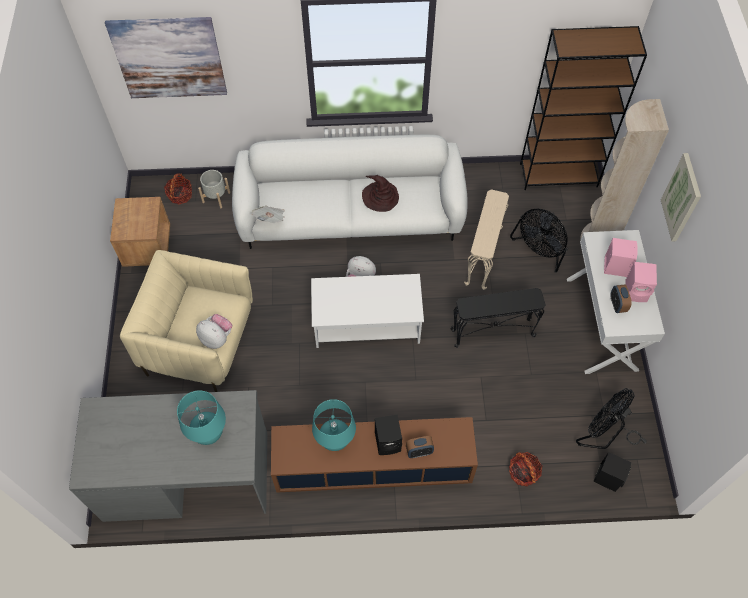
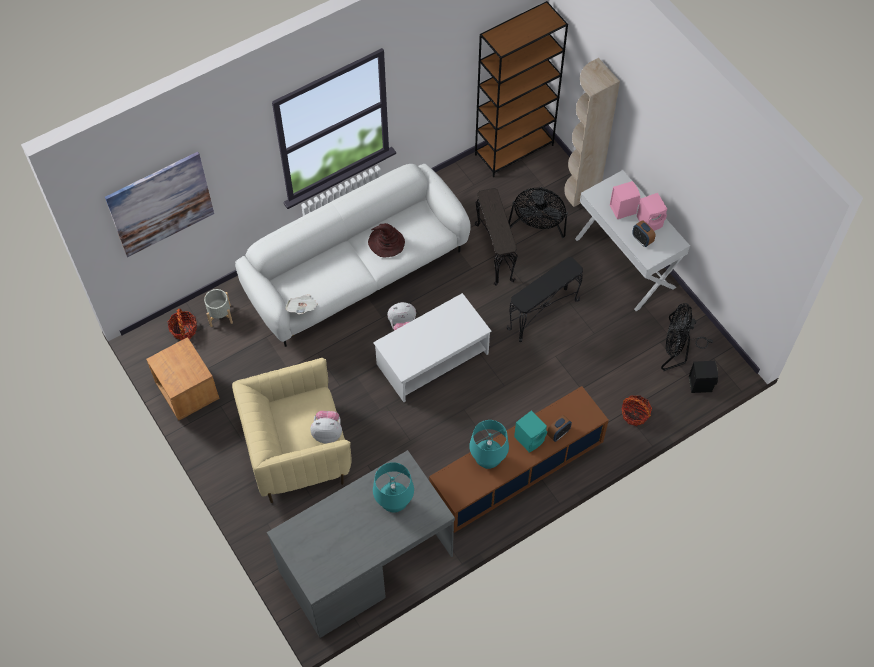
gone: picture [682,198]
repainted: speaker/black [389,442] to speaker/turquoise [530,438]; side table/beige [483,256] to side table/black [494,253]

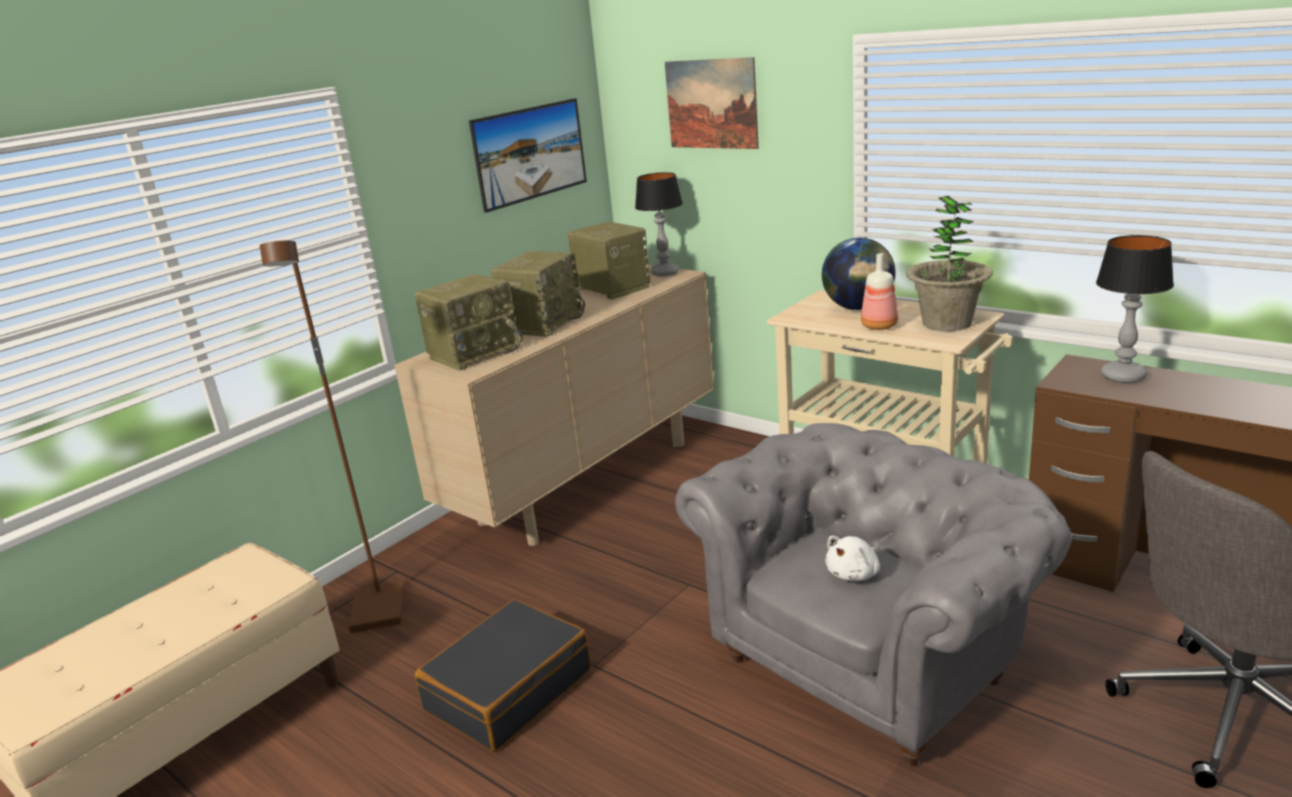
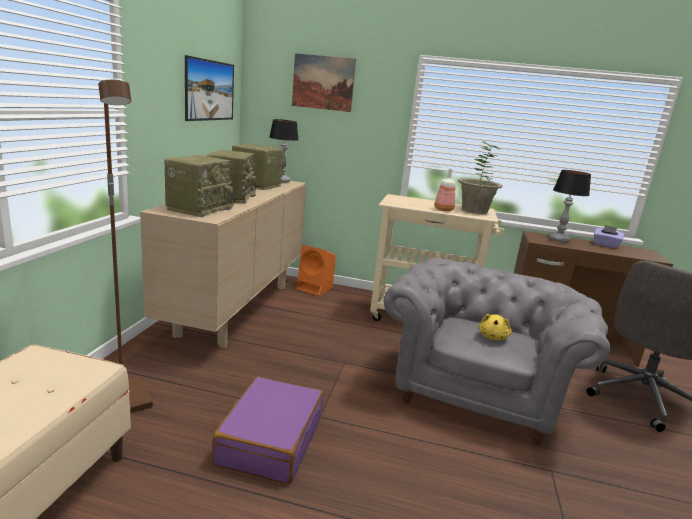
gone: globe [858,308]
new: speaker/orange [315,288]; tissue box/purple [605,245]
repainted: suitcase/black [508,689] to suitcase/purple [270,440]; plush toy/white [854,574] to plush toy/yellow [493,337]

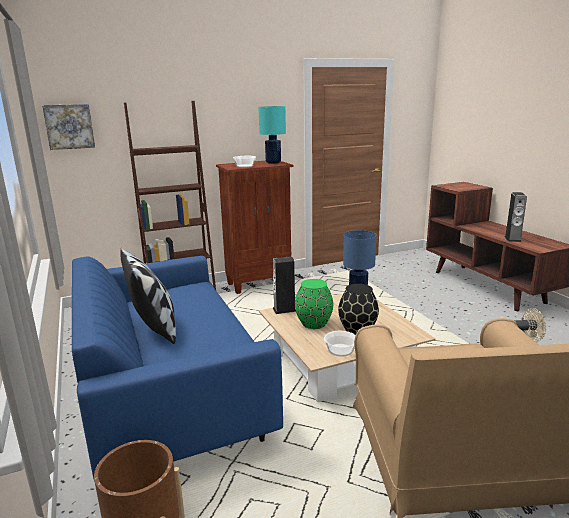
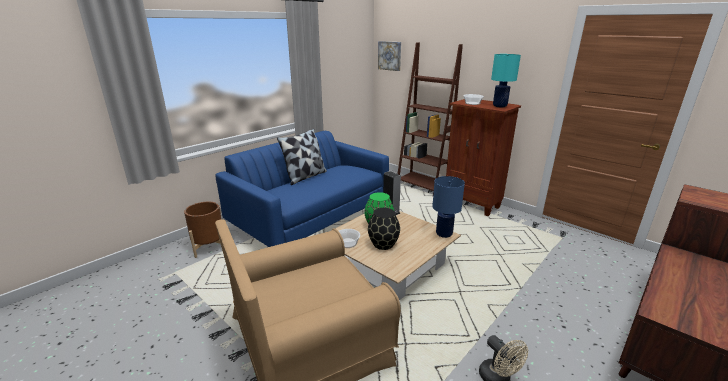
gone: speaker [512,239]

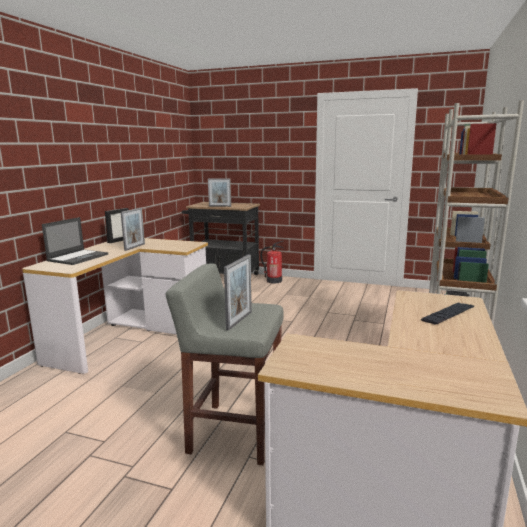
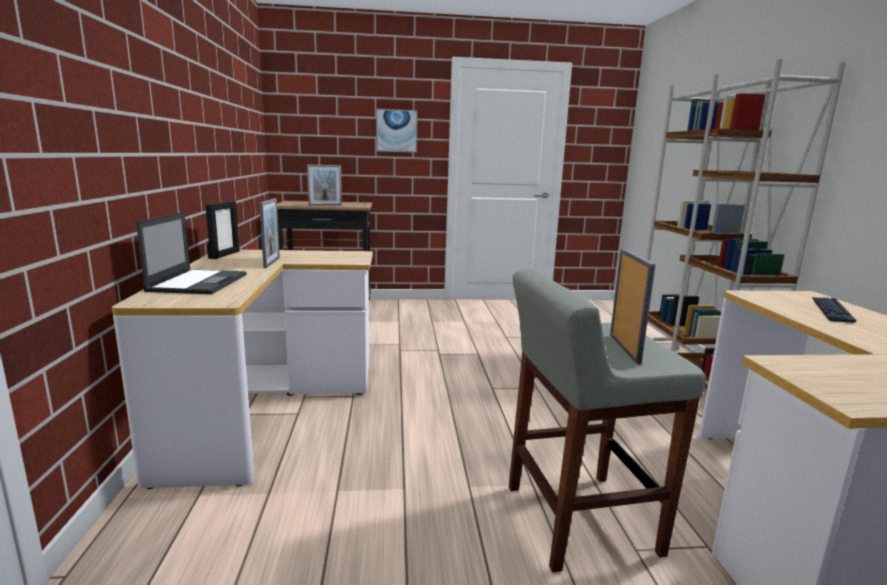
gone: fire extinguisher [274,281]
new: picture [396,131]

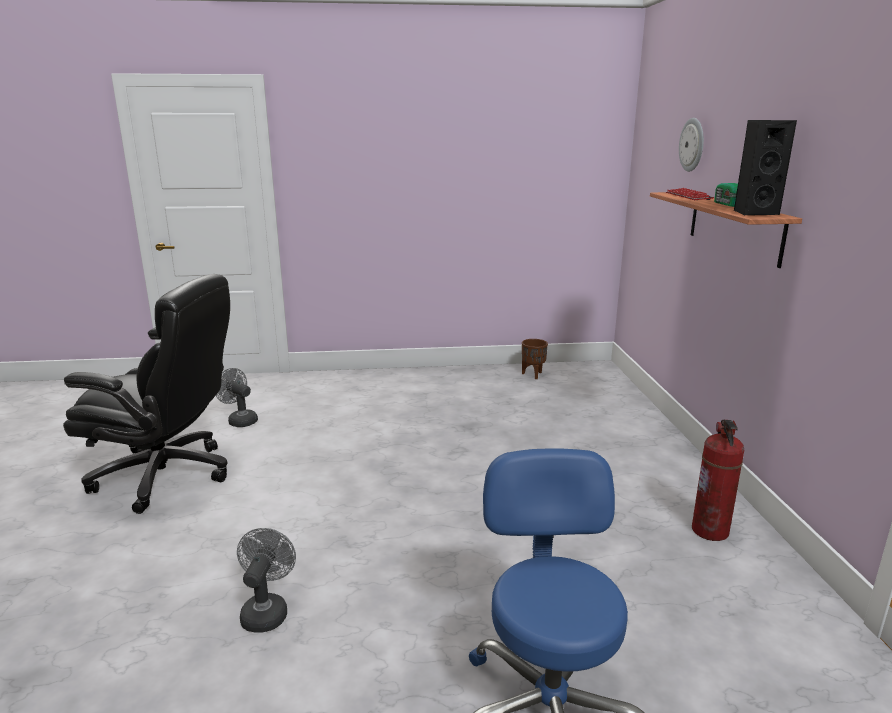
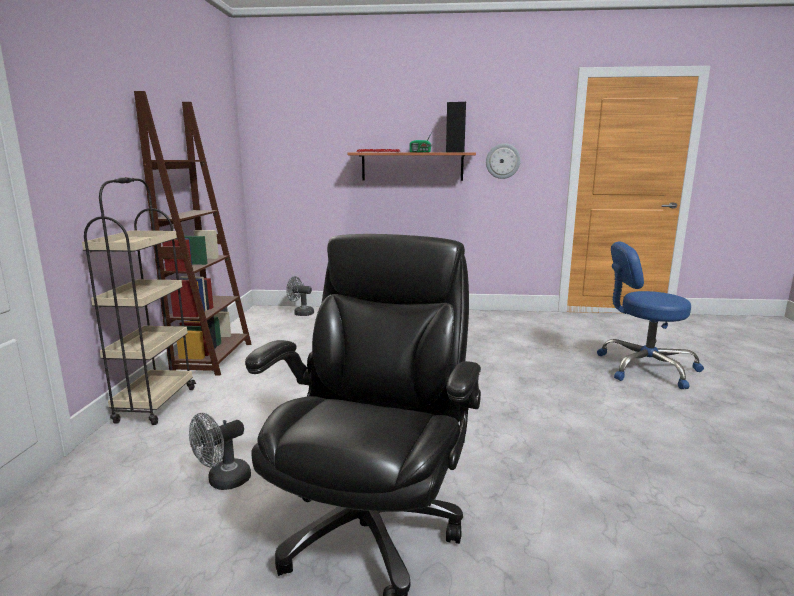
gone: planter/brown [533,375]; fire extinguisher [710,531]
new: cart/beige [155,406]; bookcase/brown [213,358]
shifted: fan/grey [266,611] to [300,313]; wall clock [692,145] to [502,161]

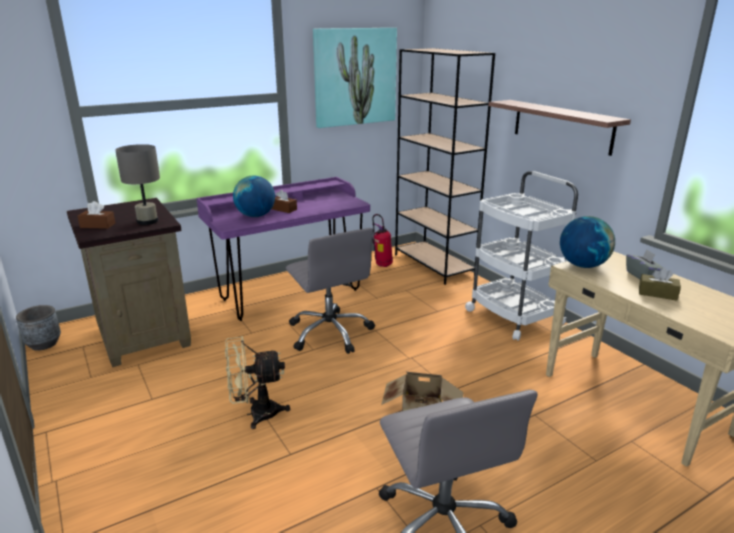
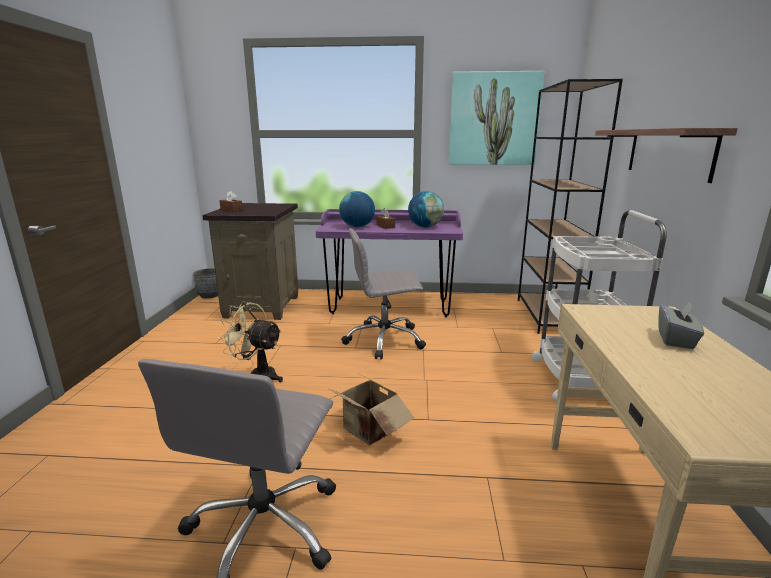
gone: table lamp/grey [147,221]; fire extinguisher [382,265]; tissue box/brown [657,293]
shifted: globe [582,265] to [425,227]
rotated: office chair/grey [330,333] = [384,340] 75 degrees clockwise

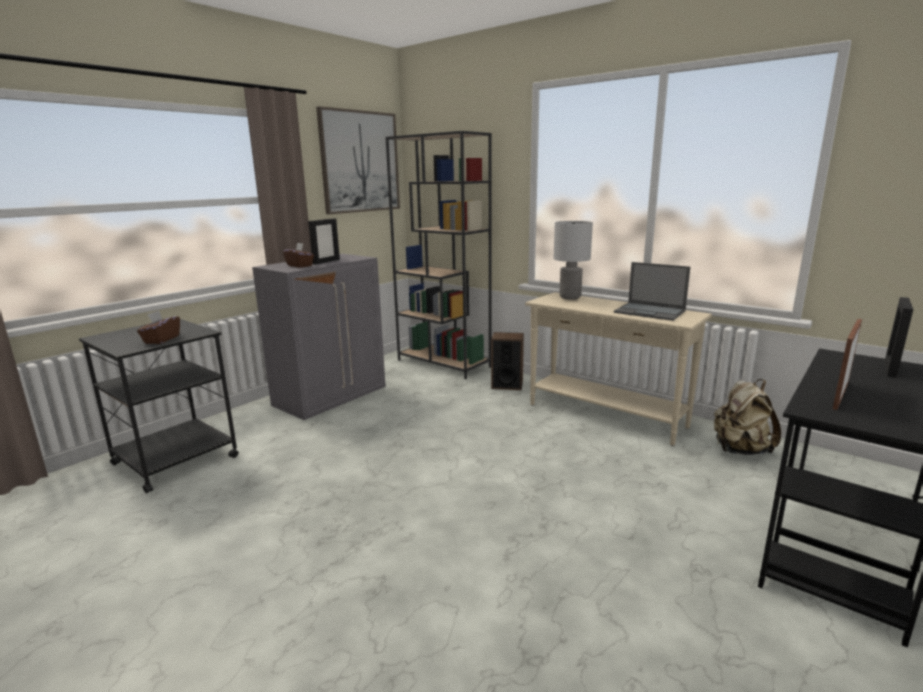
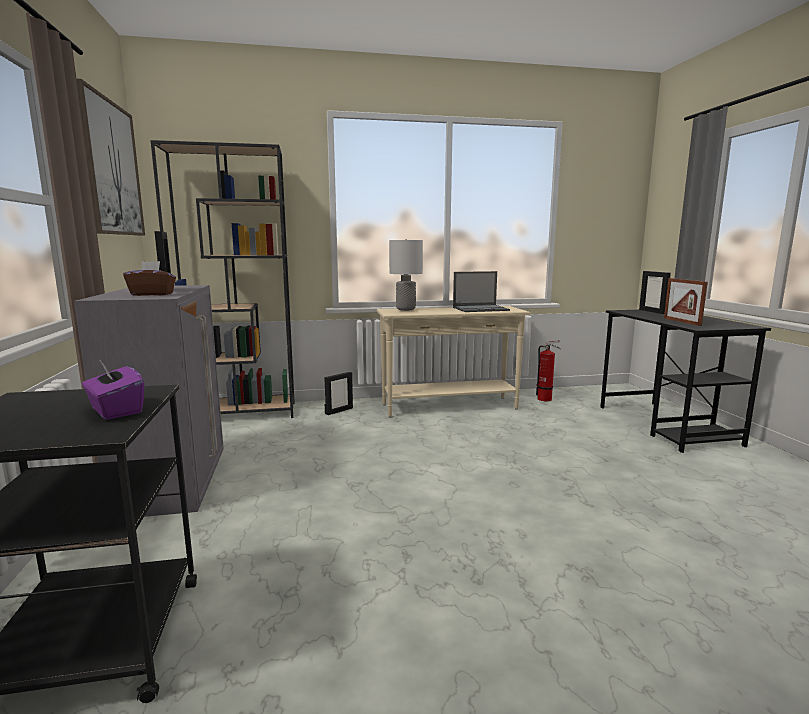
swapped: speaker [507,385] to picture frame [339,411]; backpack/beige [740,450] to fire extinguisher [546,399]
repainted: tissue box/brown [161,339] to tissue box/purple [115,410]

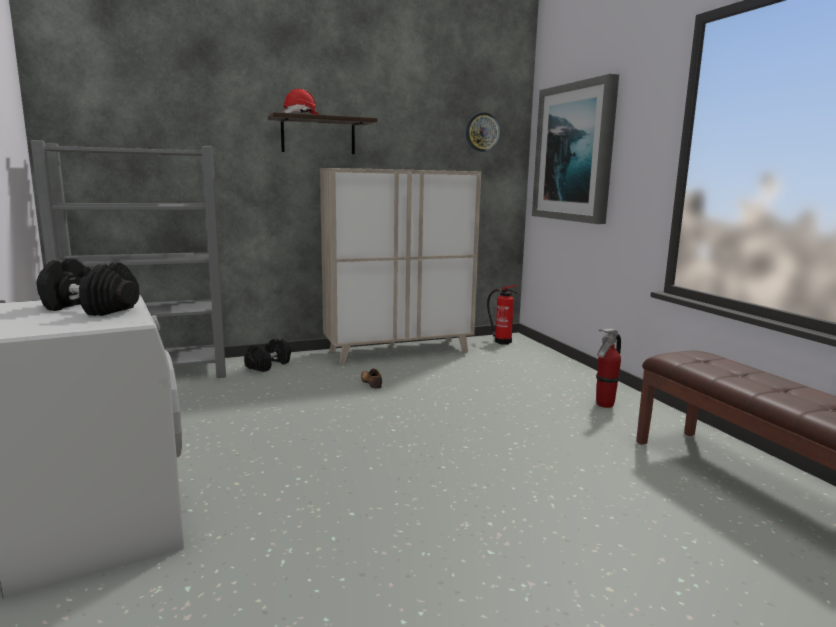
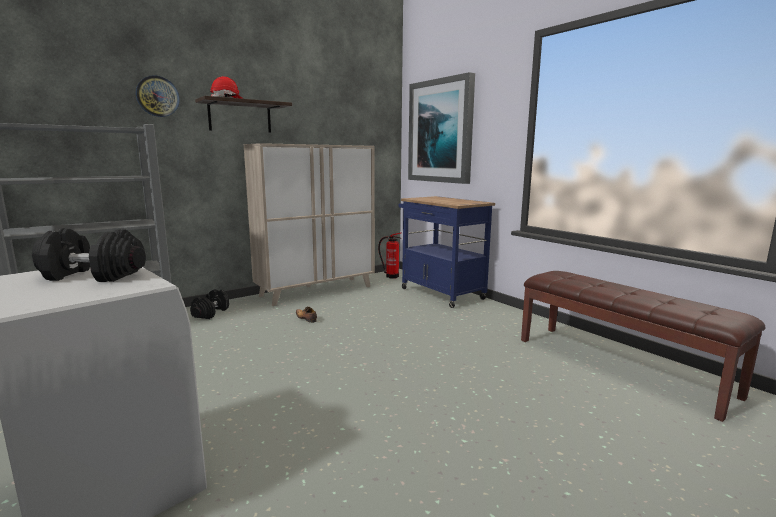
gone: fire extinguisher [604,405]
new: cart/blue [440,293]
shifted: wall clock [482,132] to [157,96]

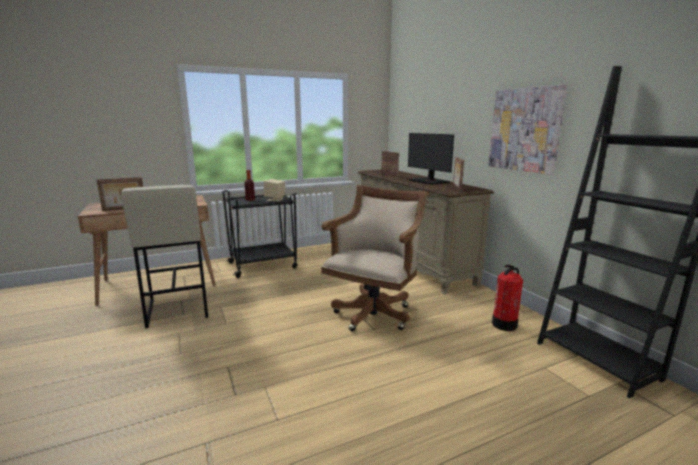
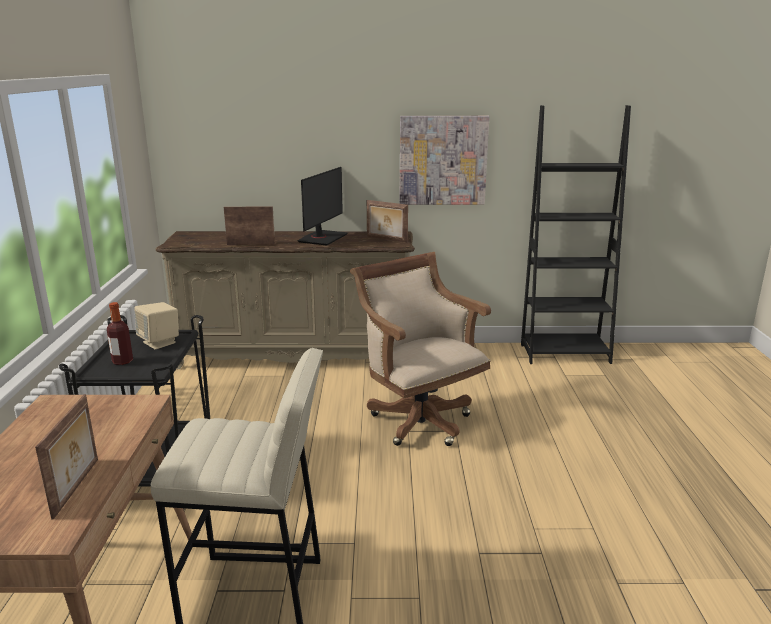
gone: fire extinguisher [504,325]
rotated: monitor [428,181] = [322,238] 60 degrees counterclockwise

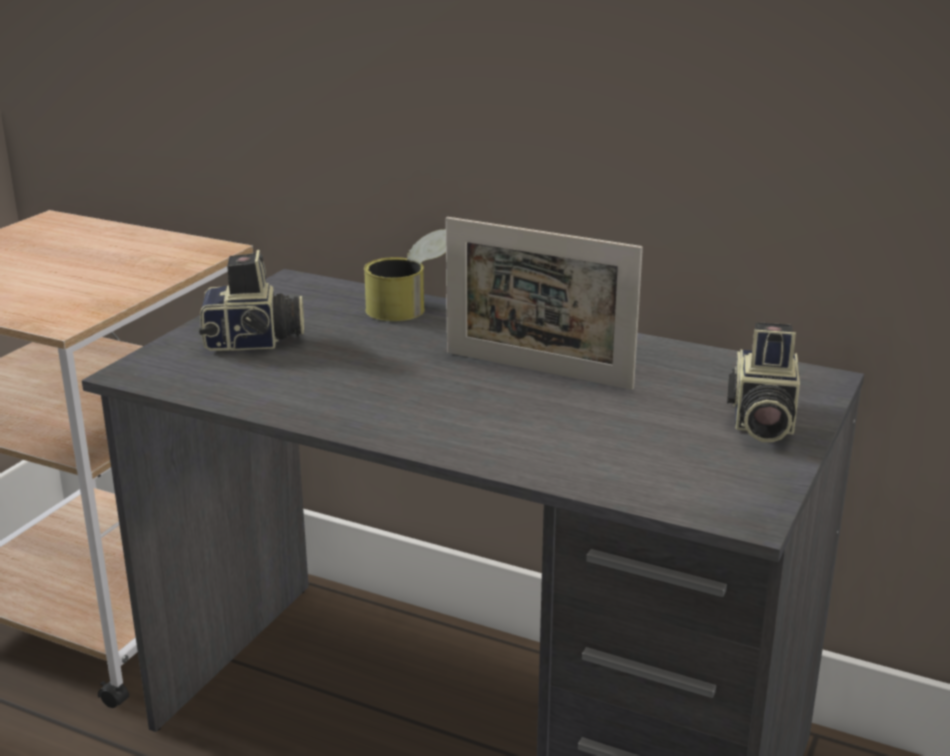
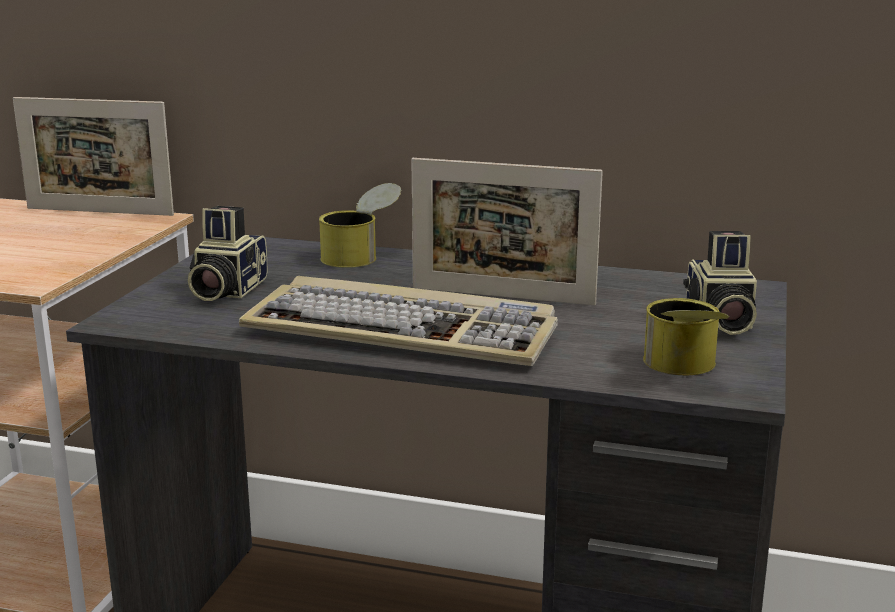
new: picture frame [99,211]; keyboard [404,331]; can [682,370]
rotated: photo camera [254,342] = [225,290] 120 degrees clockwise

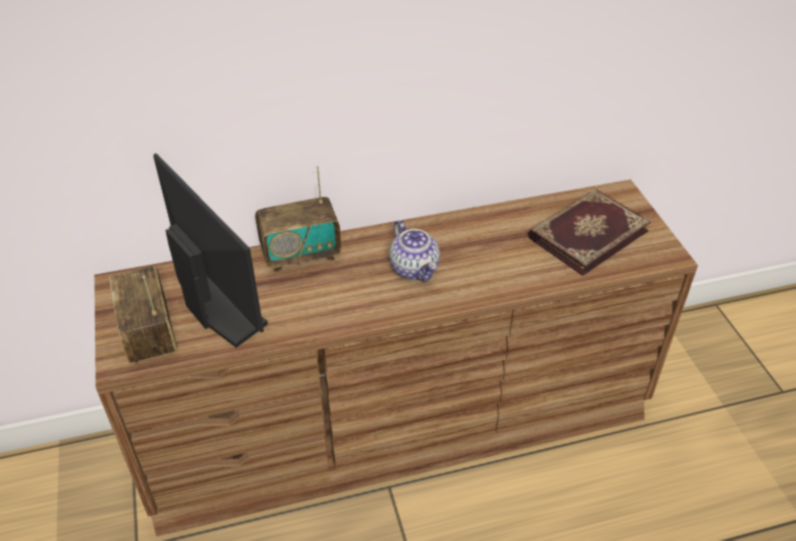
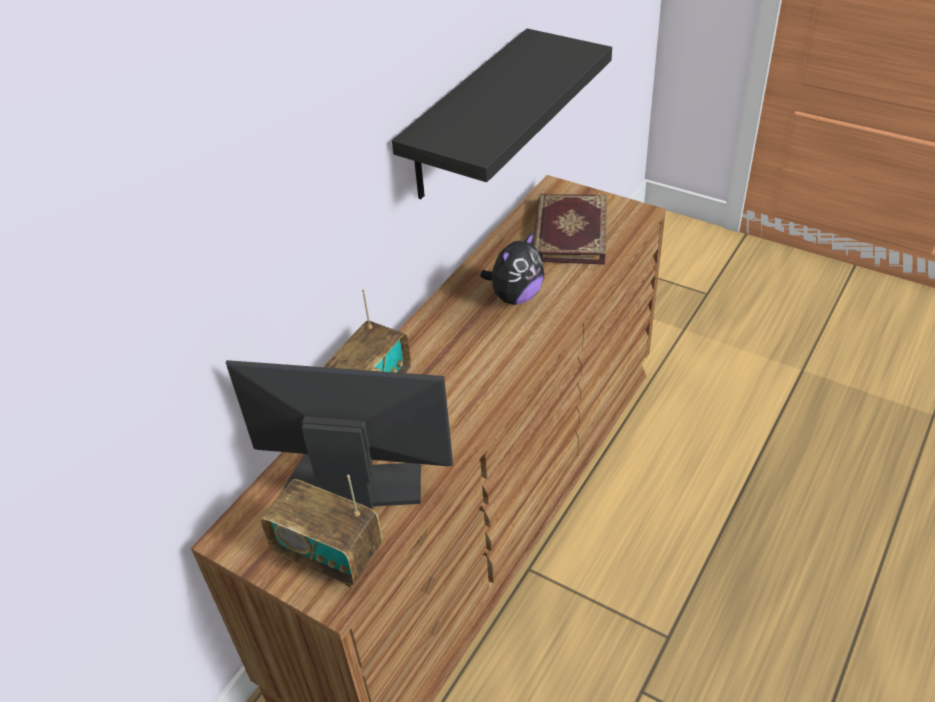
gone: teapot [415,269]
new: shelf/black [466,117]; plush toy [515,296]

